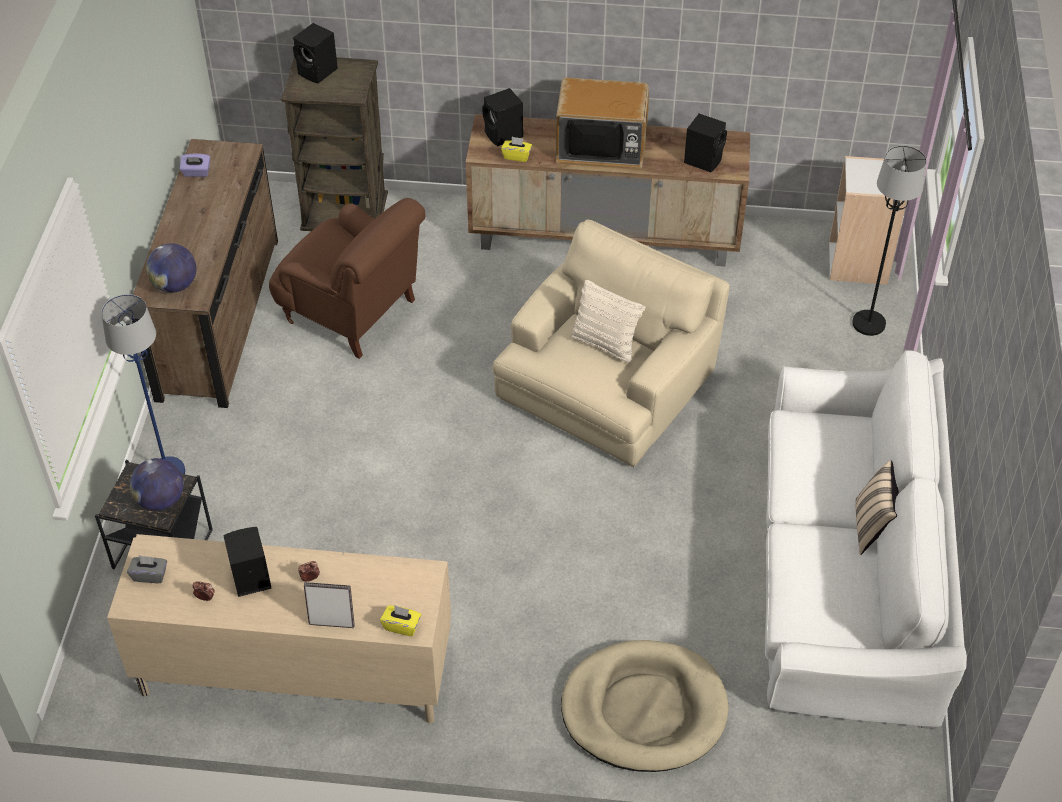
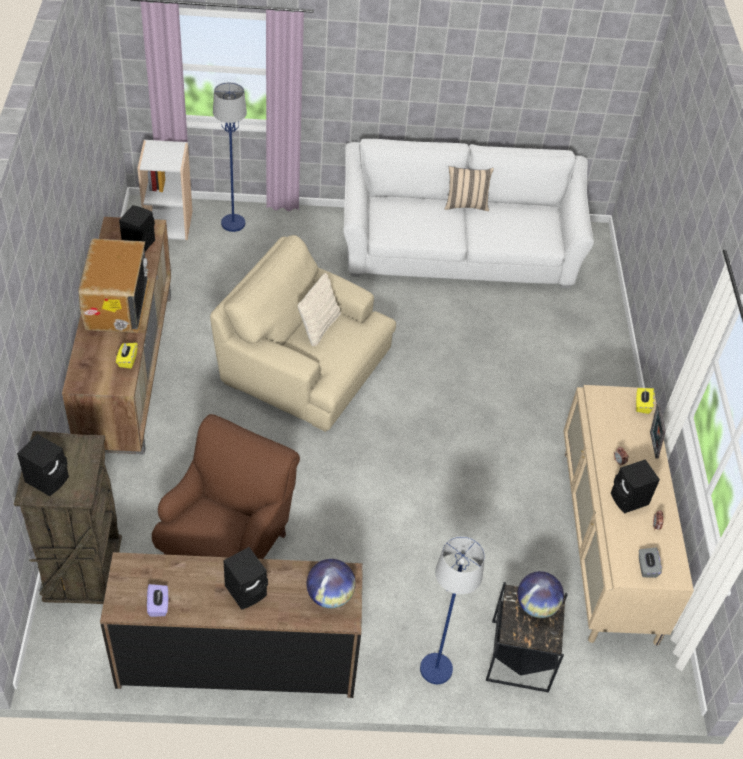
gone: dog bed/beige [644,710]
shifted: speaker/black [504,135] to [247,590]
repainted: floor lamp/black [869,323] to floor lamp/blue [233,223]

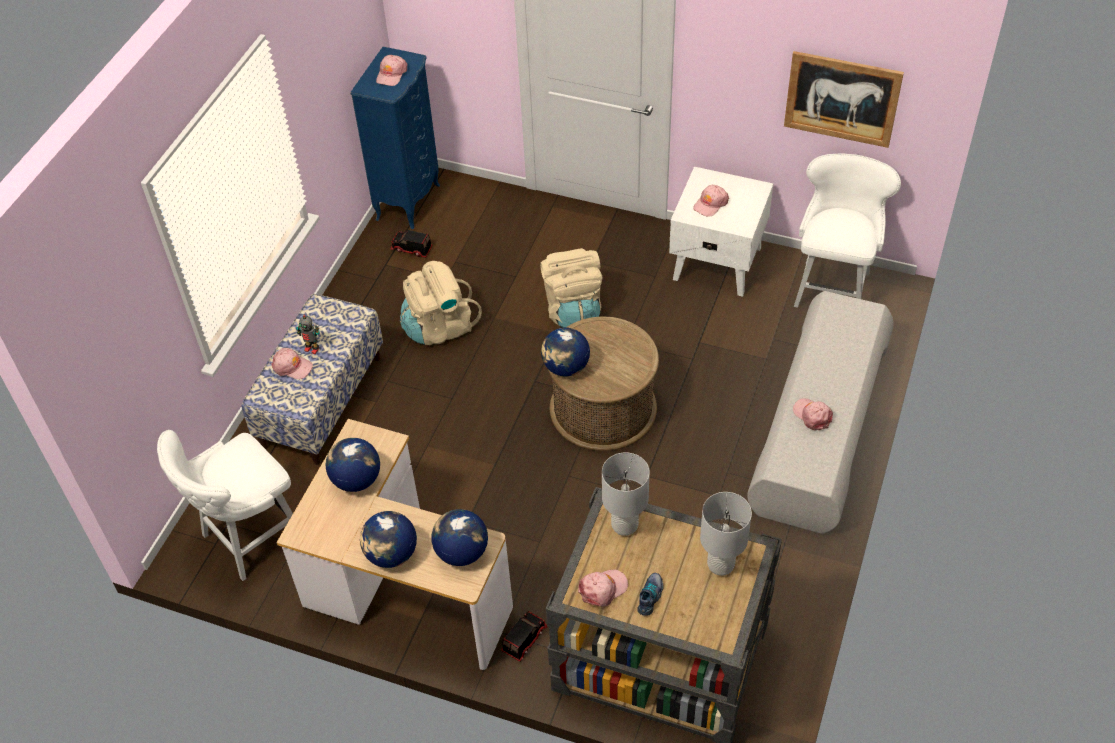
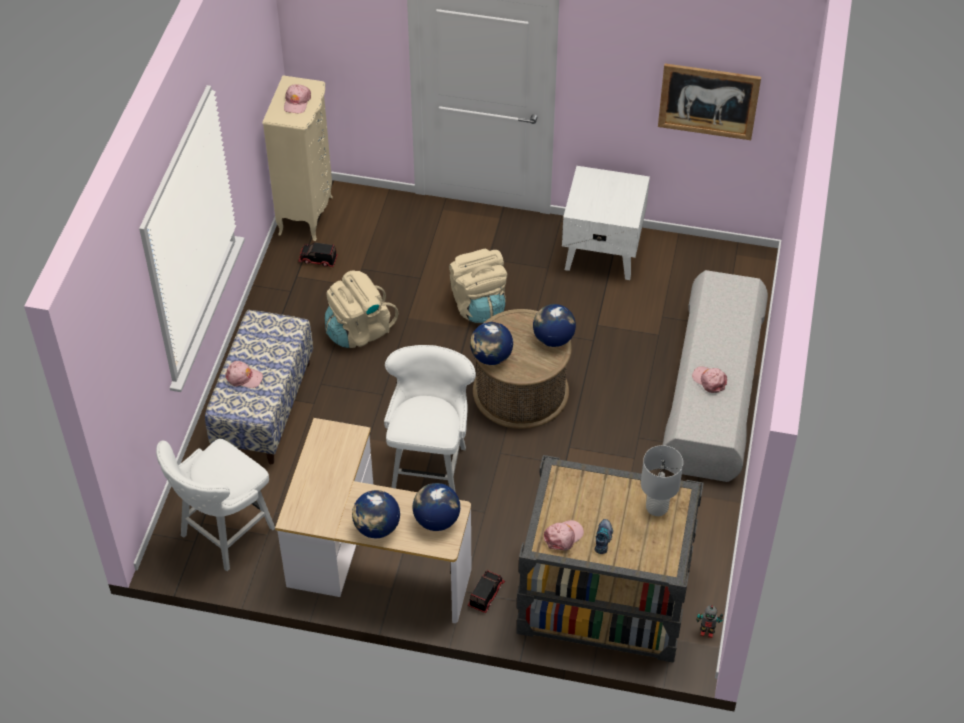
gone: table lamp/grey [624,526]; cap/pink [710,204]
shifted: toy robot [312,349] to [707,632]; globe [356,480] to [553,339]; stool/white [833,286] to [430,465]
repainted: dresser/blue [410,202] to dresser/beige [308,215]

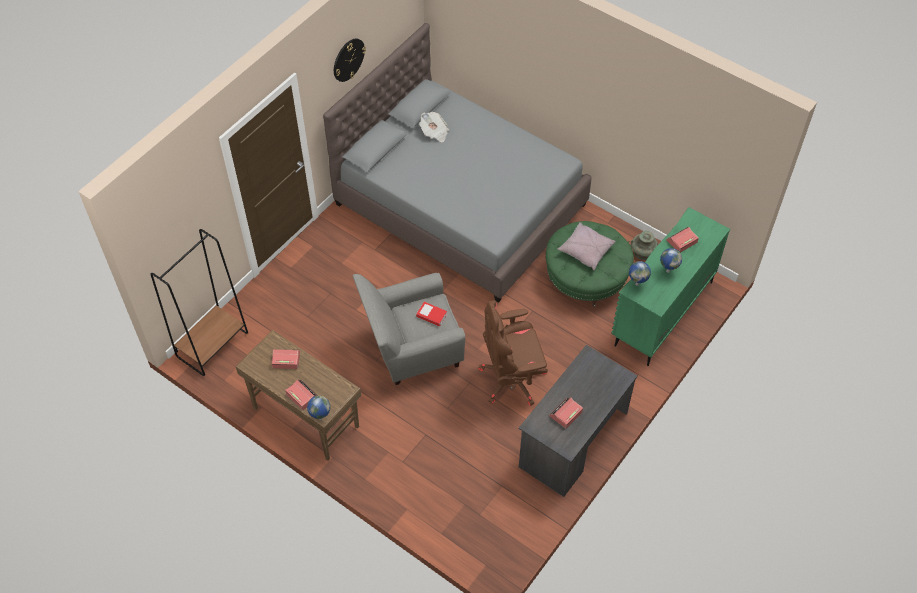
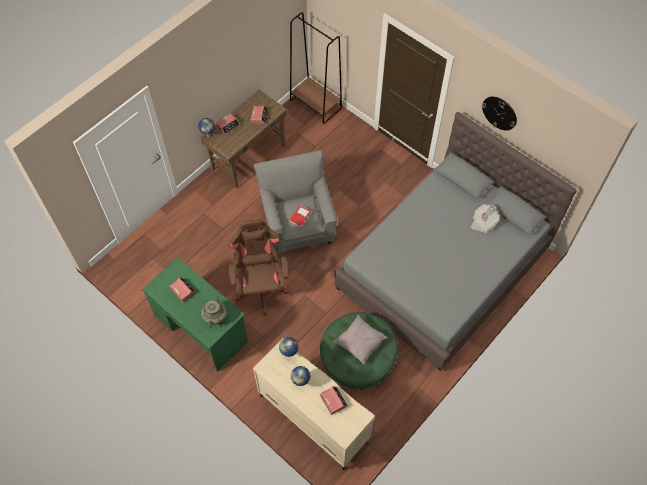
shifted: vase/turquoise [642,253] to [215,317]
repainted: desk/grey [573,440] to desk/green [200,328]; dresser/green [662,313] to dresser/beige [313,418]

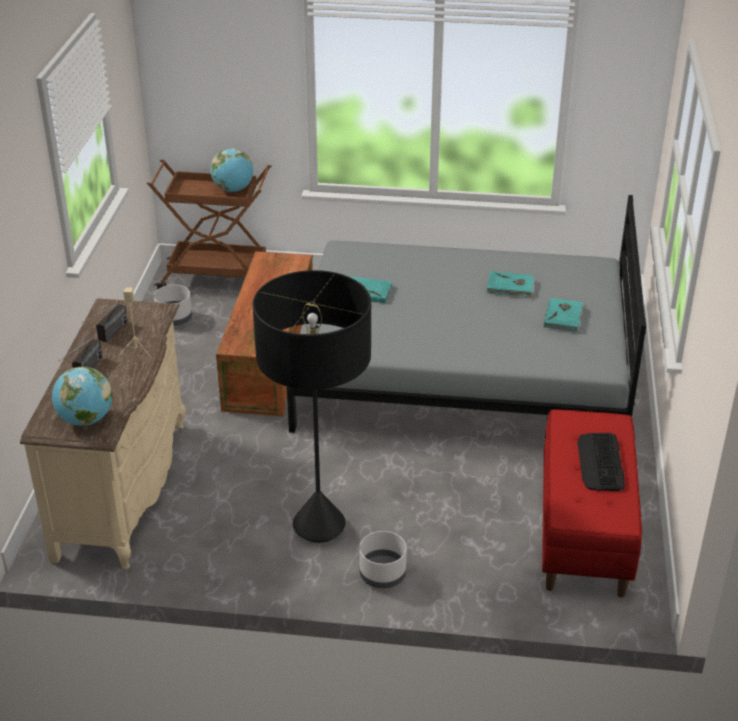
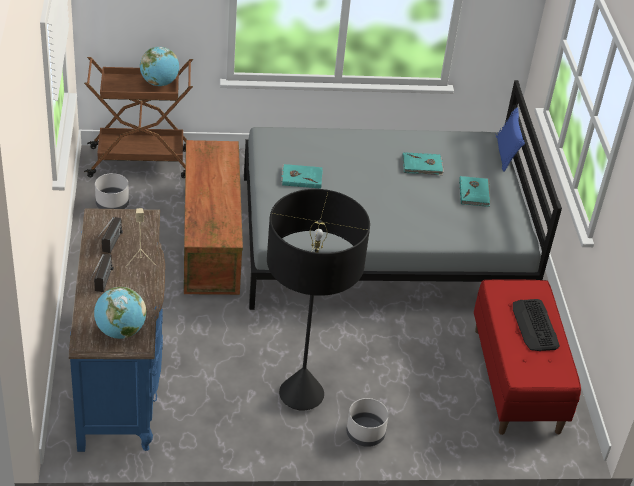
new: pillow/blue [506,154]
repainted: dresser/beige [126,488] to dresser/blue [122,375]

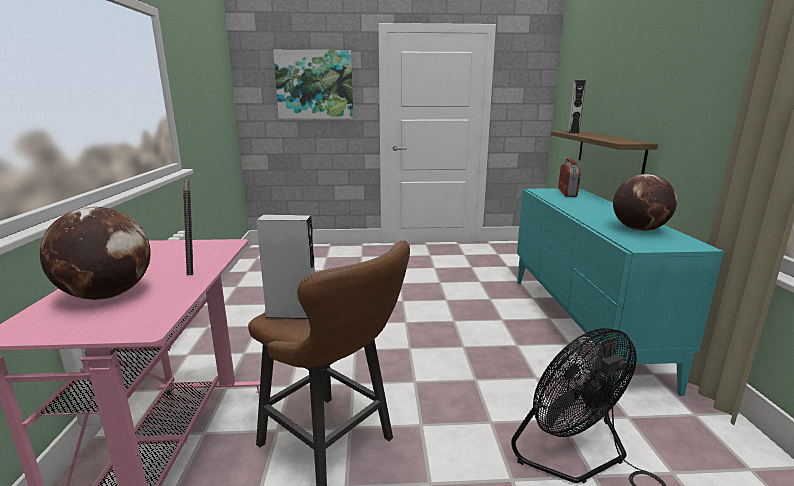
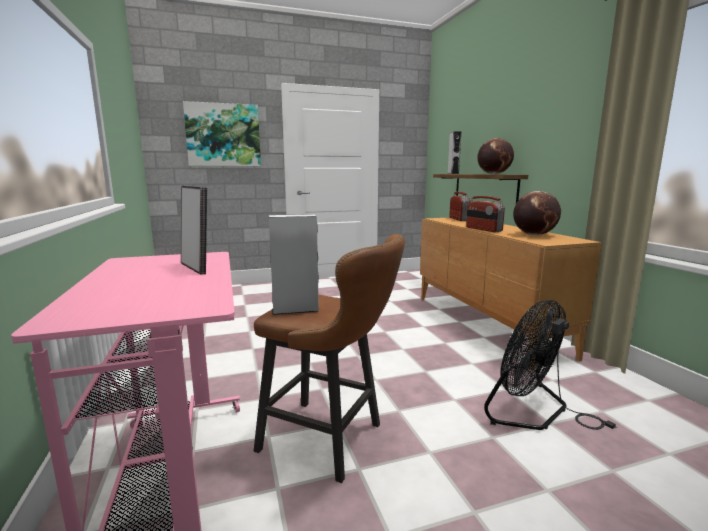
new: radio [483,229]
shifted: globe [108,295] to [493,174]
repainted: dresser/turquoise [582,326] to dresser/brown [487,324]

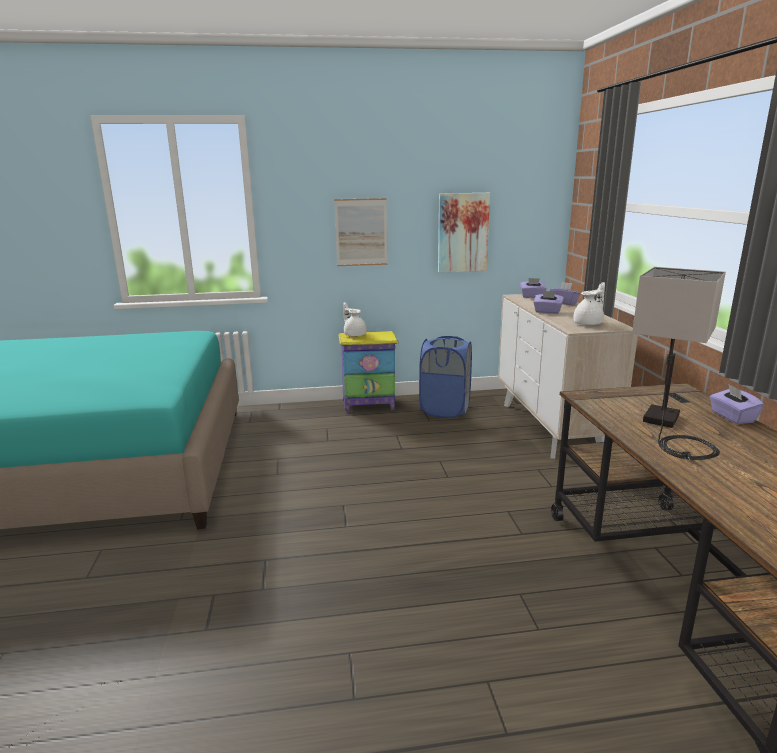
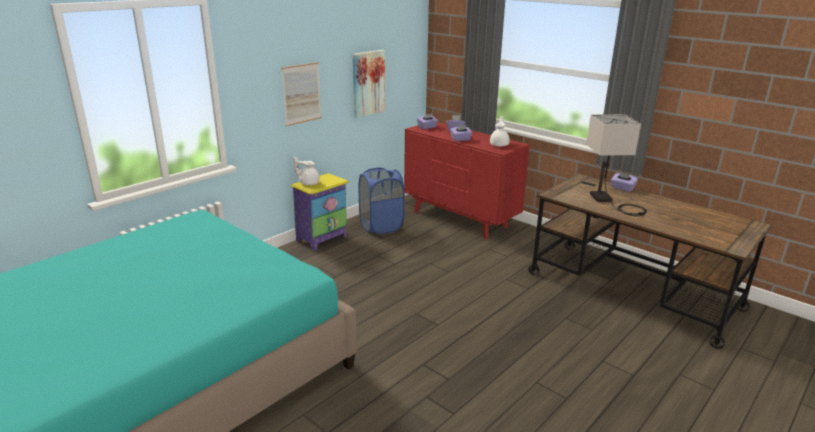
repainted: dresser/white [550,427] to dresser/red [460,219]

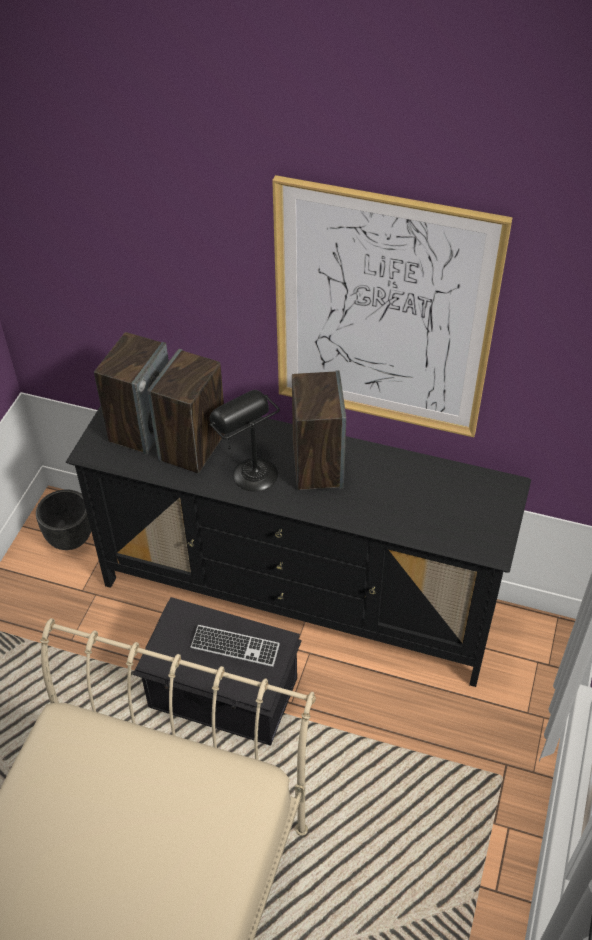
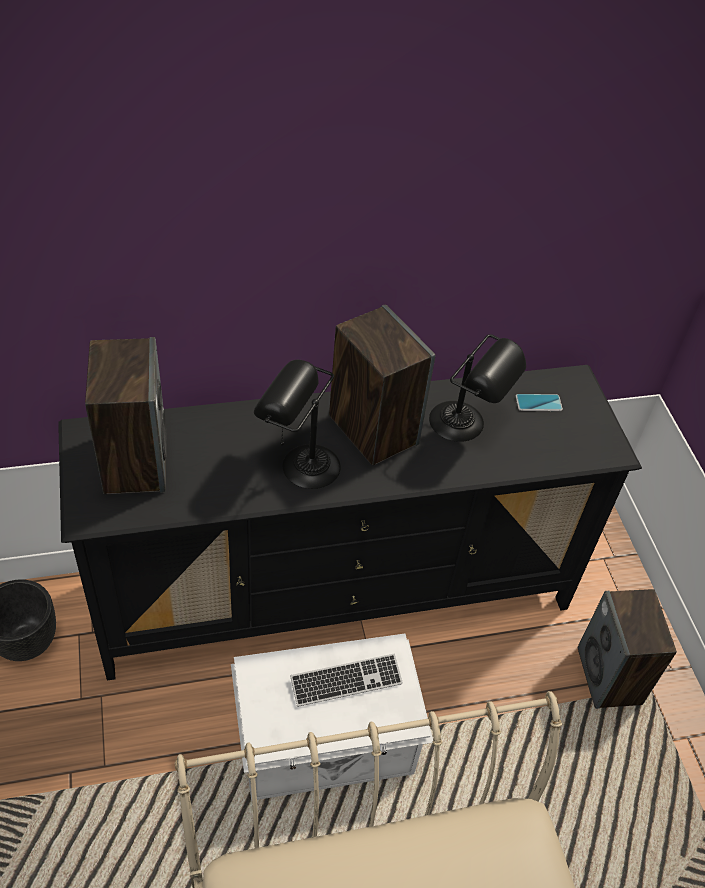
gone: picture [383,313]
new: table lamp/black [467,425]; phone [538,403]
shifted: speaker [193,447] to [609,676]
repainted: storage box/black [223,695] to storage box/white [326,743]

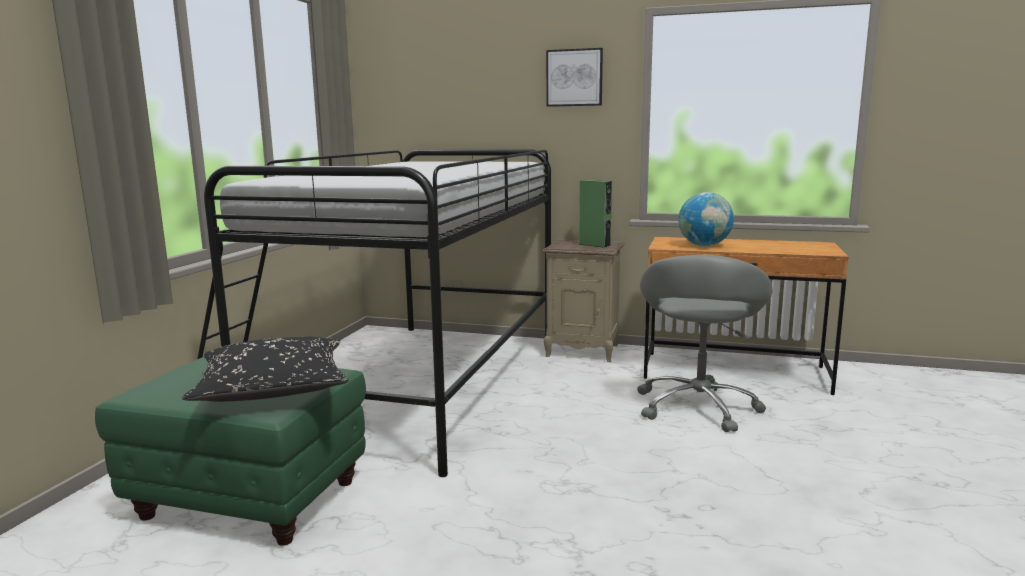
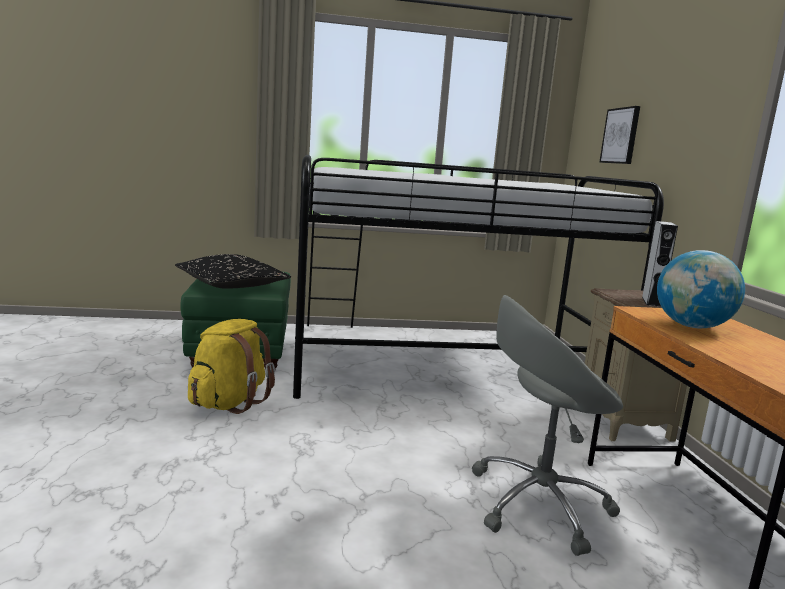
new: backpack/yellow [229,403]
shifted: picture [574,78] to [621,136]
repainted: speaker/green [594,245] to speaker/grey [652,302]

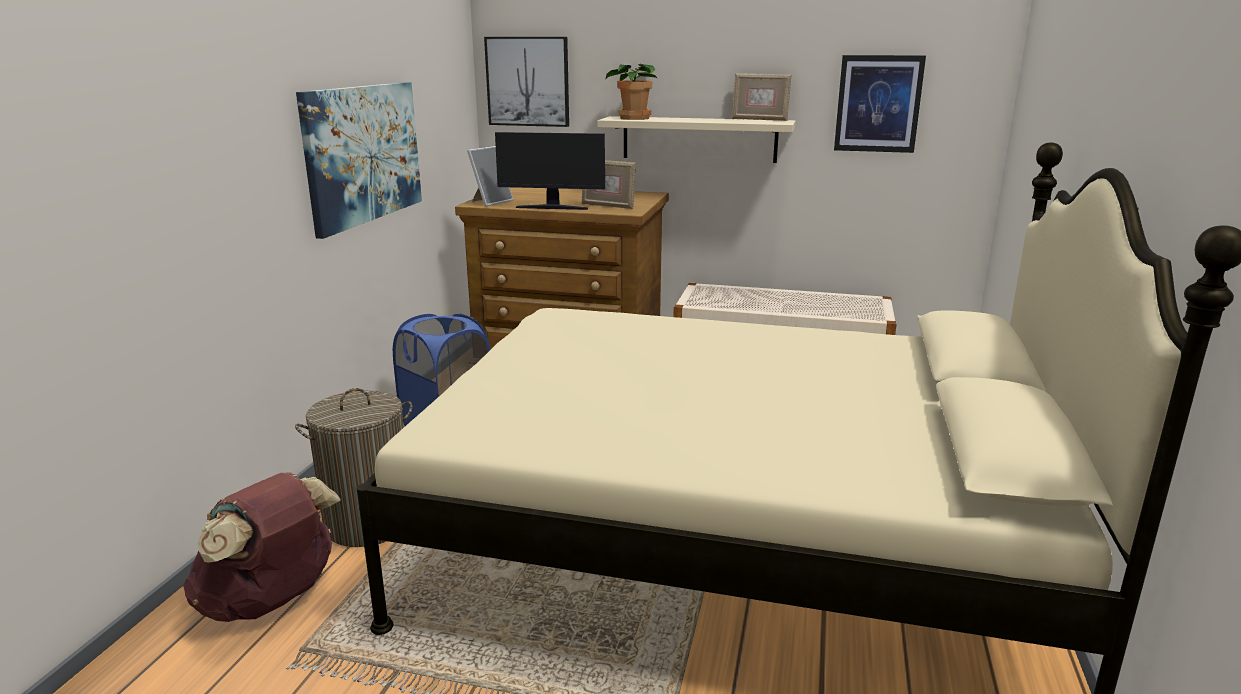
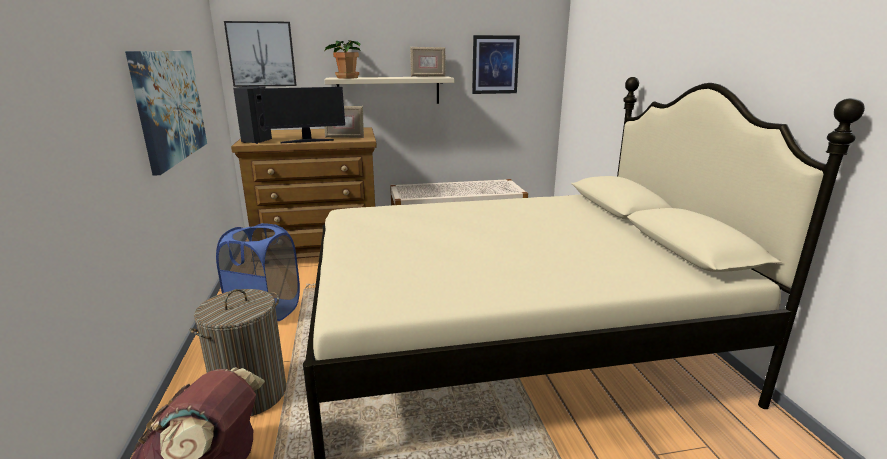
swapped: picture frame [490,202] to speaker/black [255,141]

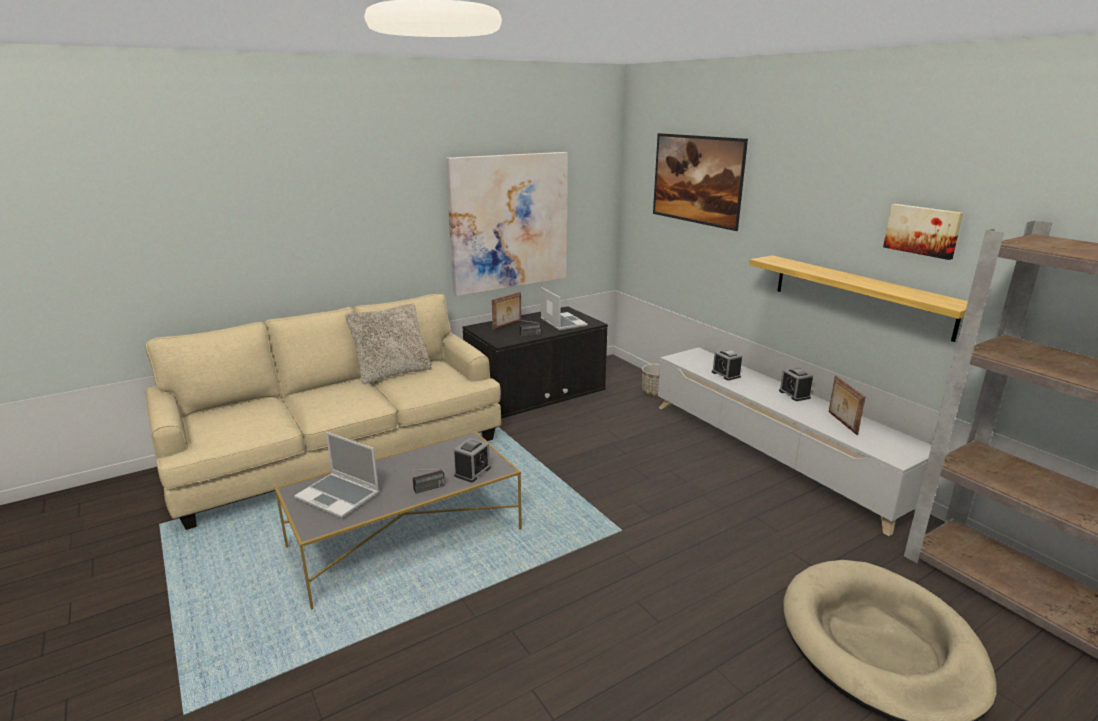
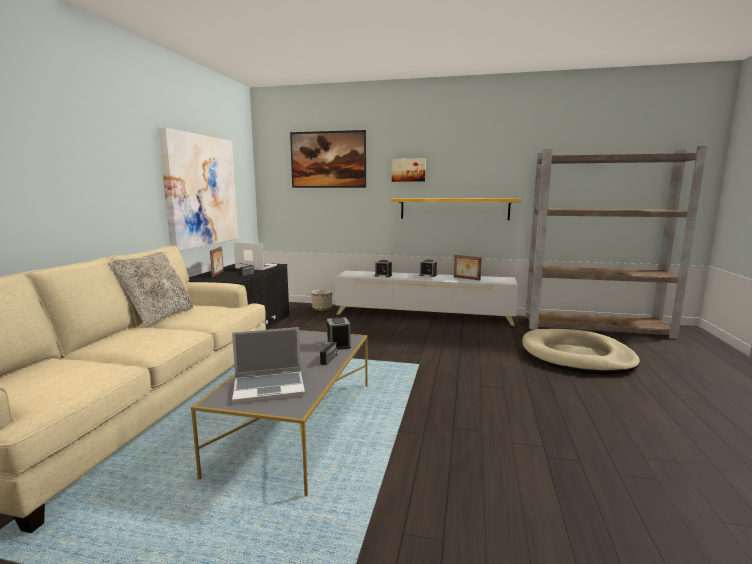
shifted: picture [923,230] to [408,170]

